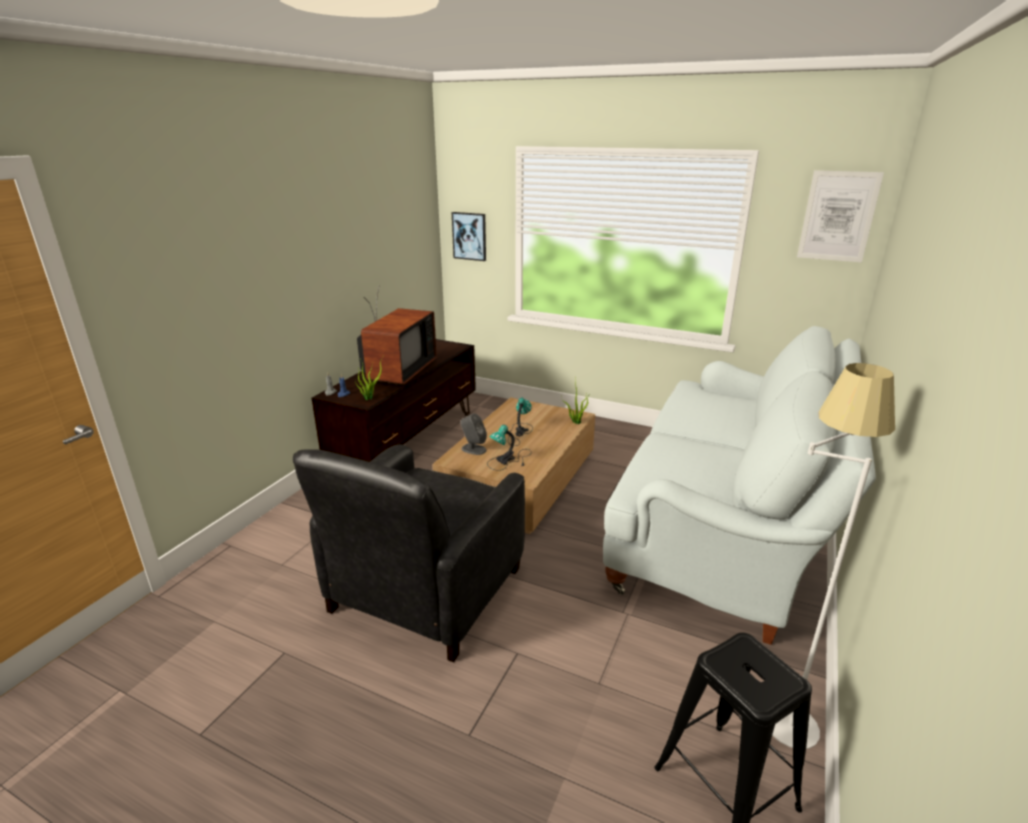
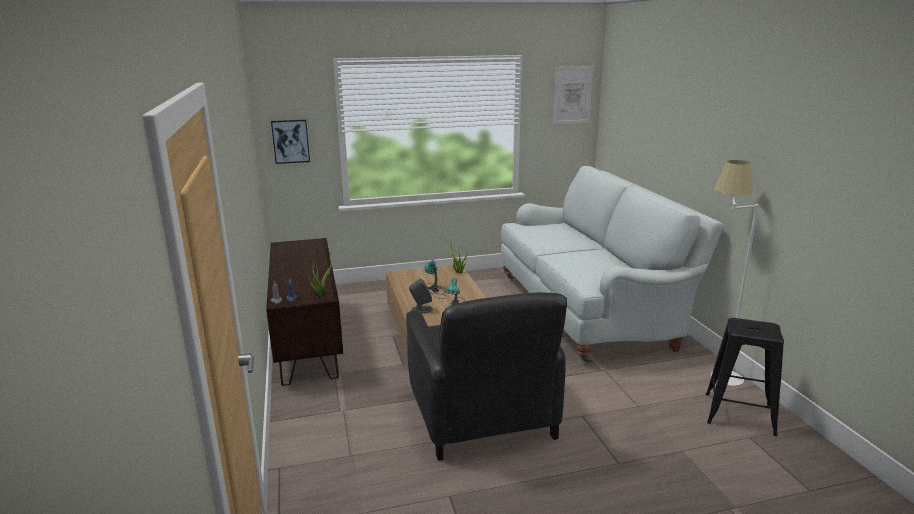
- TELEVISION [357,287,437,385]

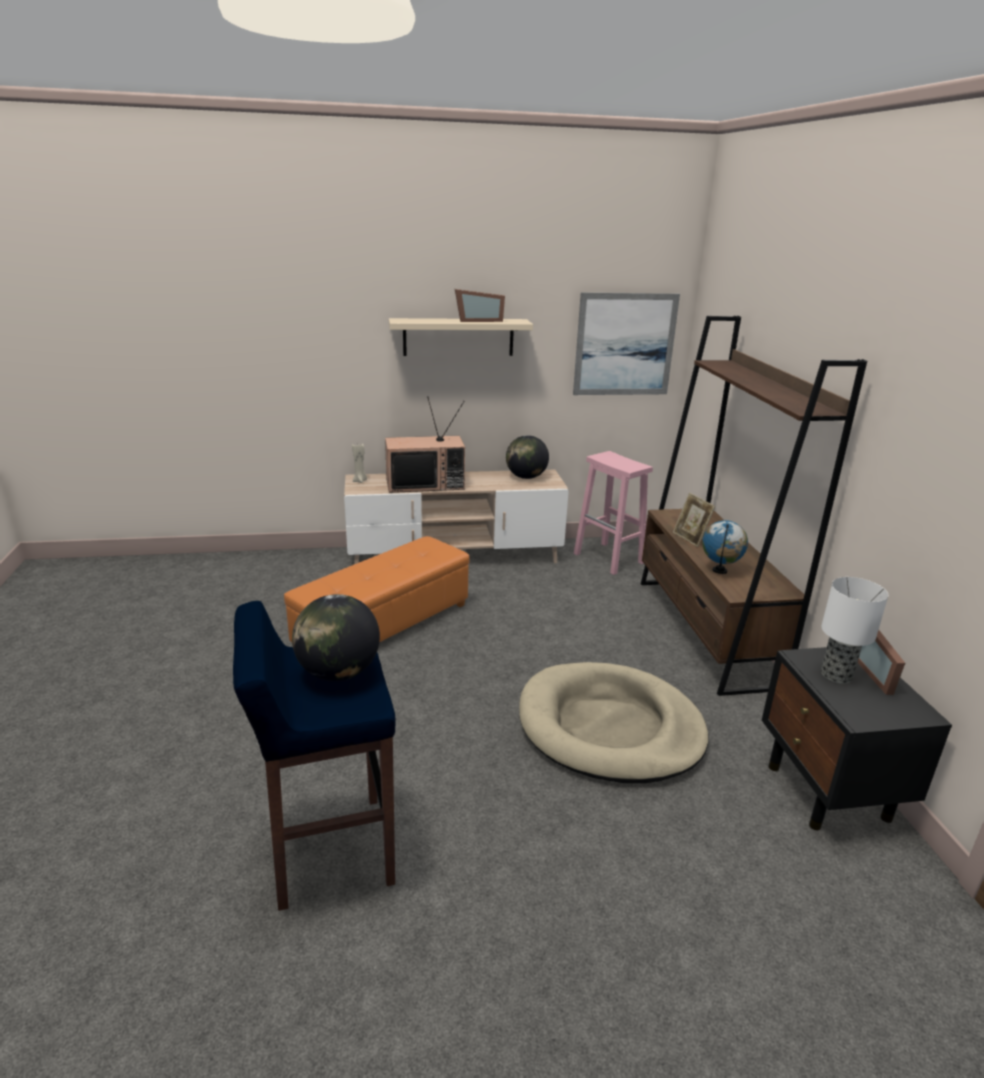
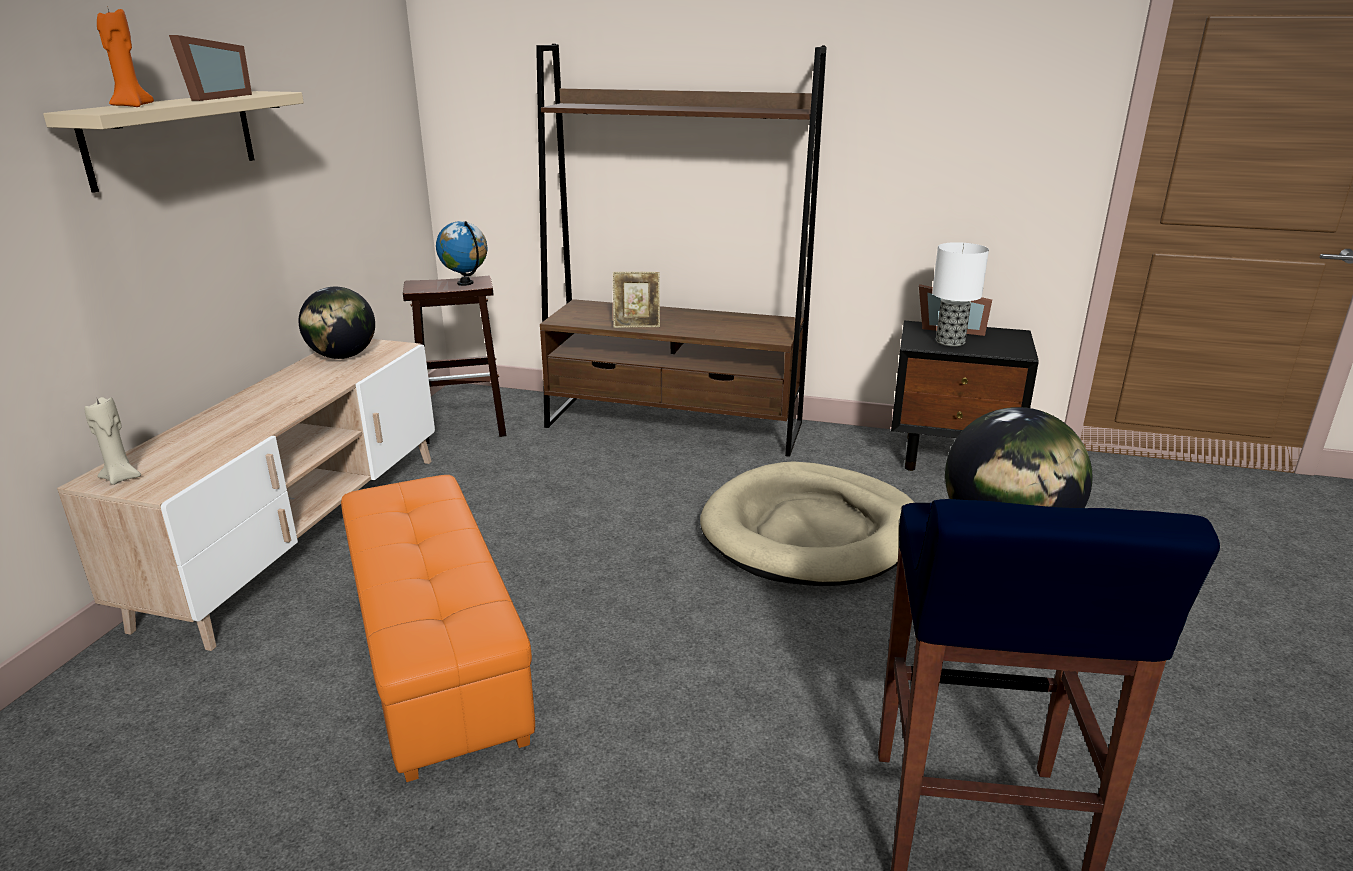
- TELEVISION [385,396,465,493]
- PICTURE [573,292,680,395]
~ PINK STOOL [574,451,653,575] to BROWN STOOL [403,276,507,444]
~ GLOBE [702,520,748,574] to [436,221,488,286]
+ ORANGE CANDLE [97,6,154,107]

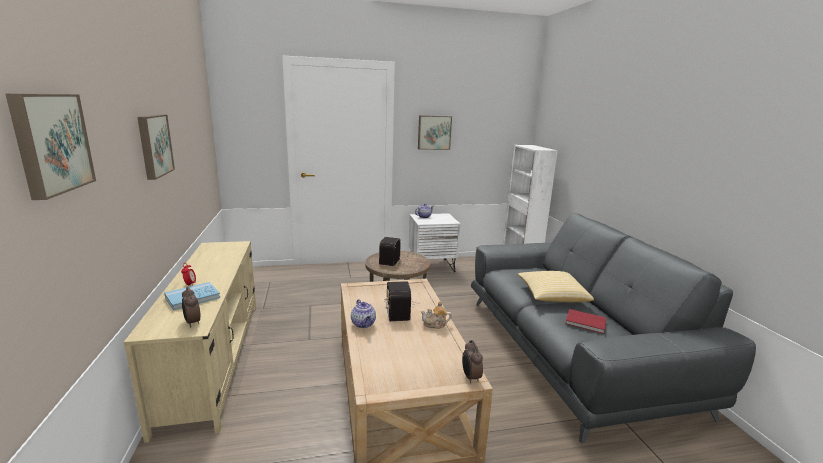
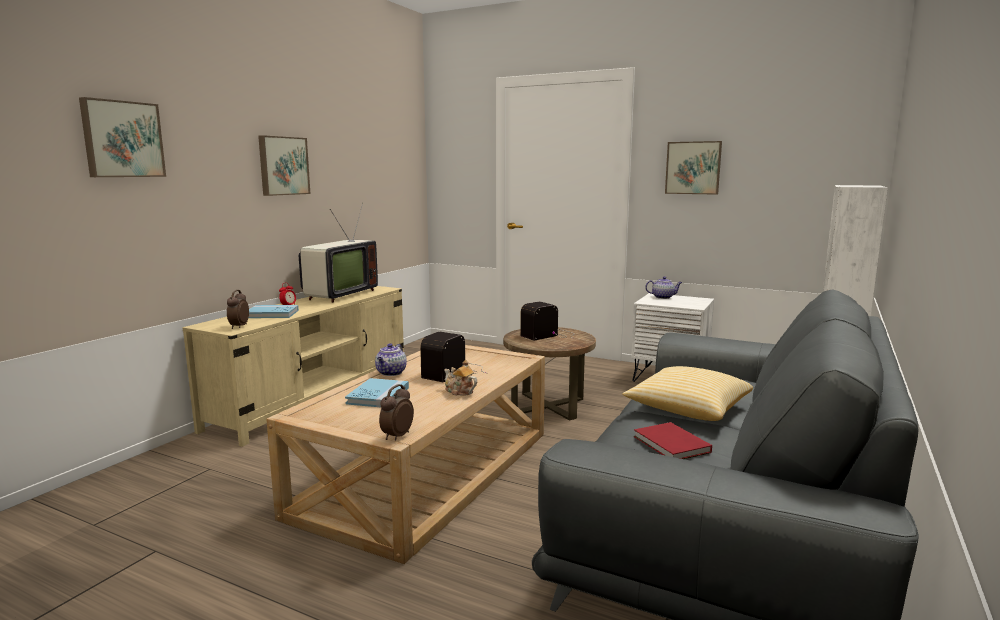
+ TELEVISION [299,203,378,303]
+ BLUE BOOK [345,378,409,407]

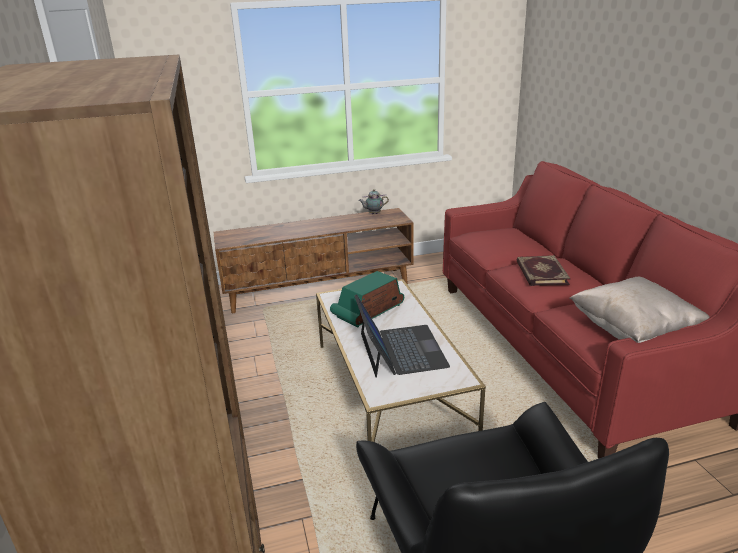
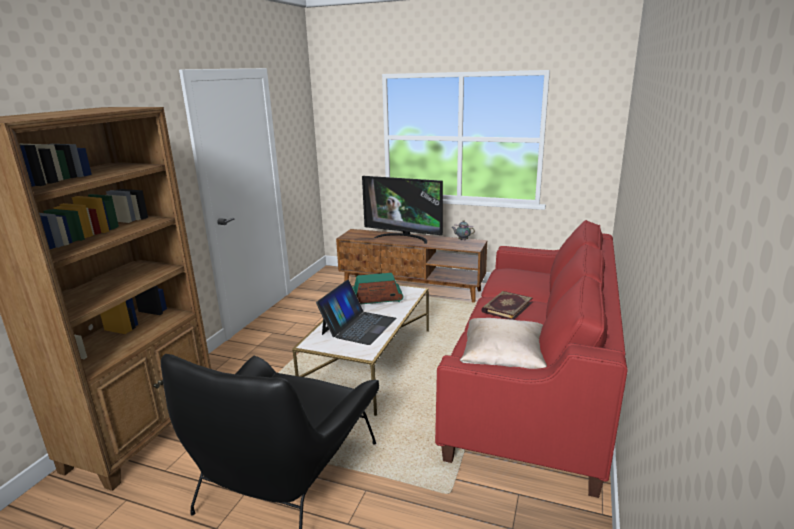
+ TELEVISION [362,176,443,244]

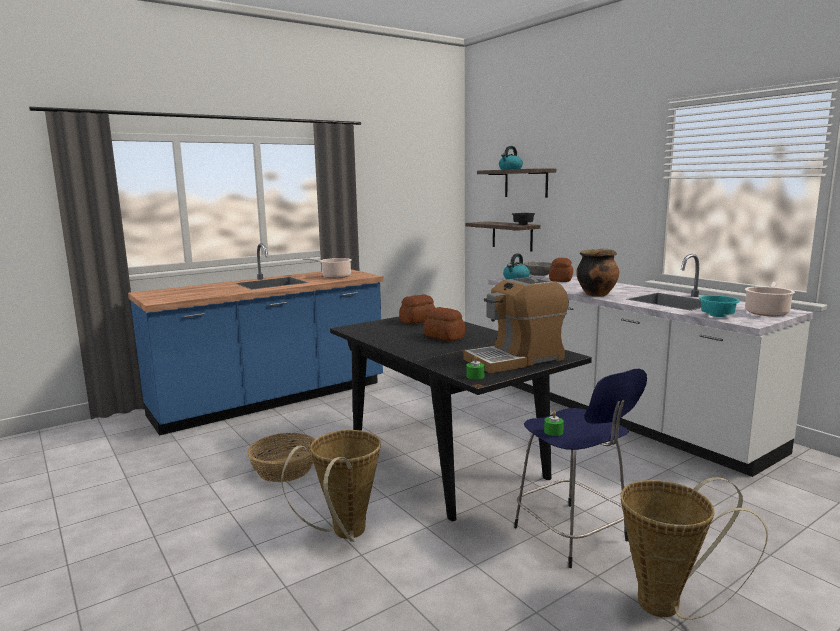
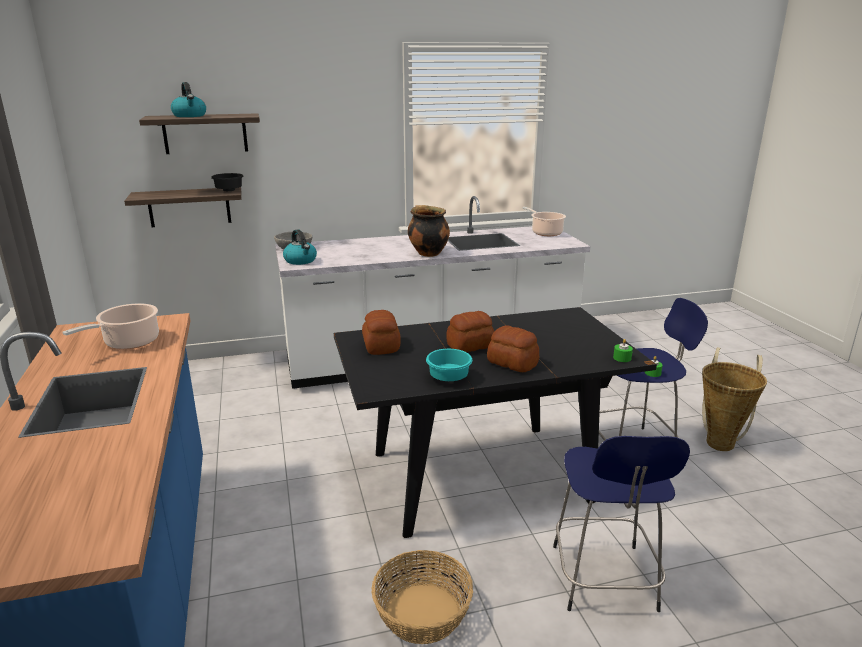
~ BASKET [281,430,381,542] to BLUE STOOL [553,436,690,612]
- COFFEE MACHINE [464,277,569,373]
~ BREAD [549,258,573,282] to [487,325,539,372]
~ TURQUOISE BOWL [699,296,740,317] to [426,349,472,381]

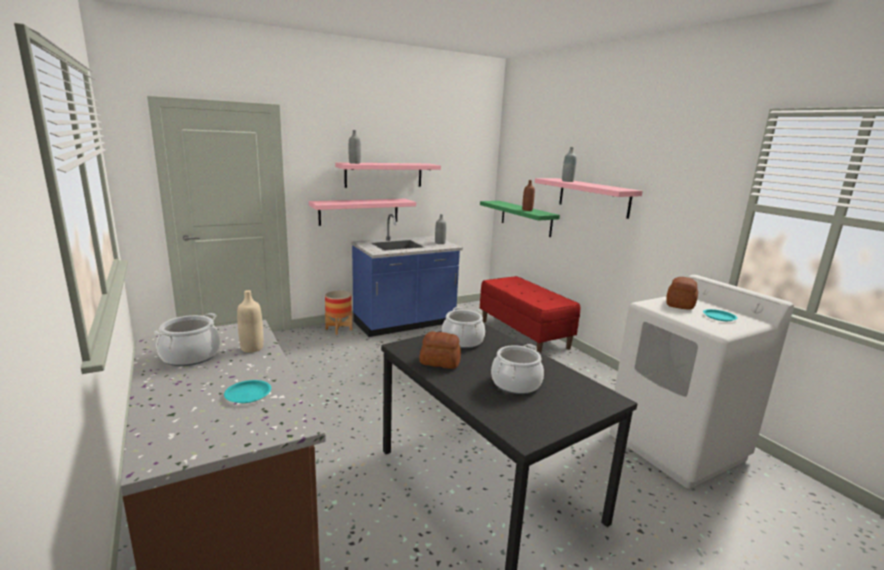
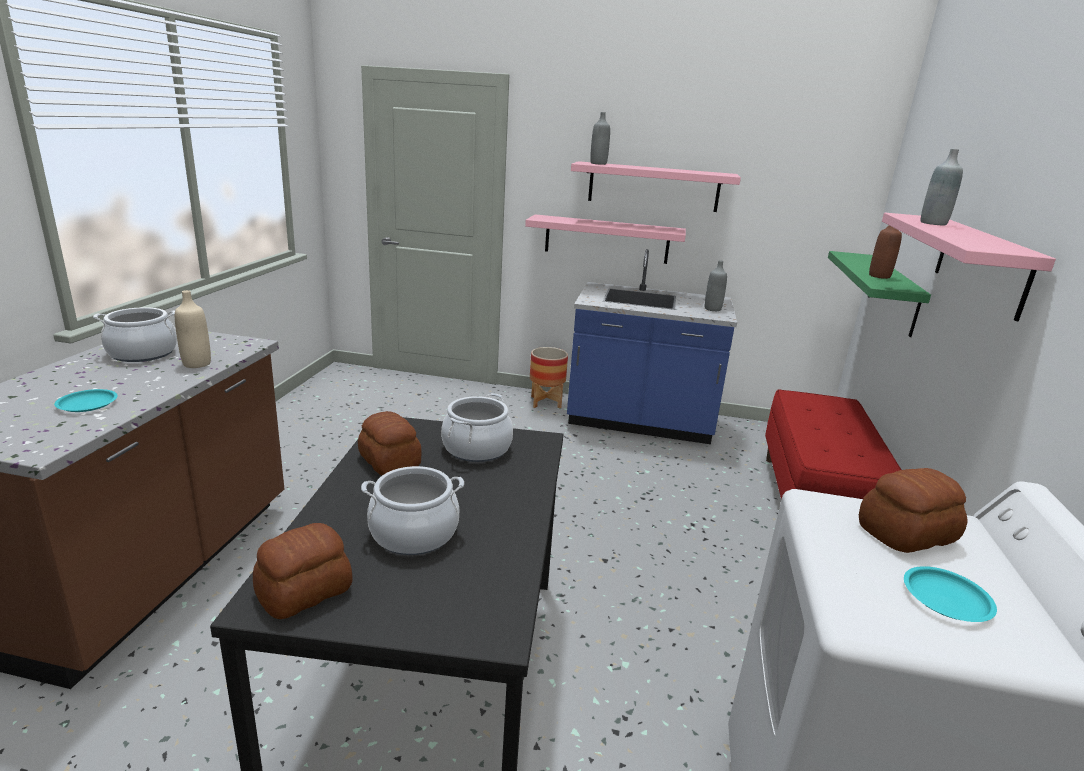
+ BREAD [253,523,353,619]

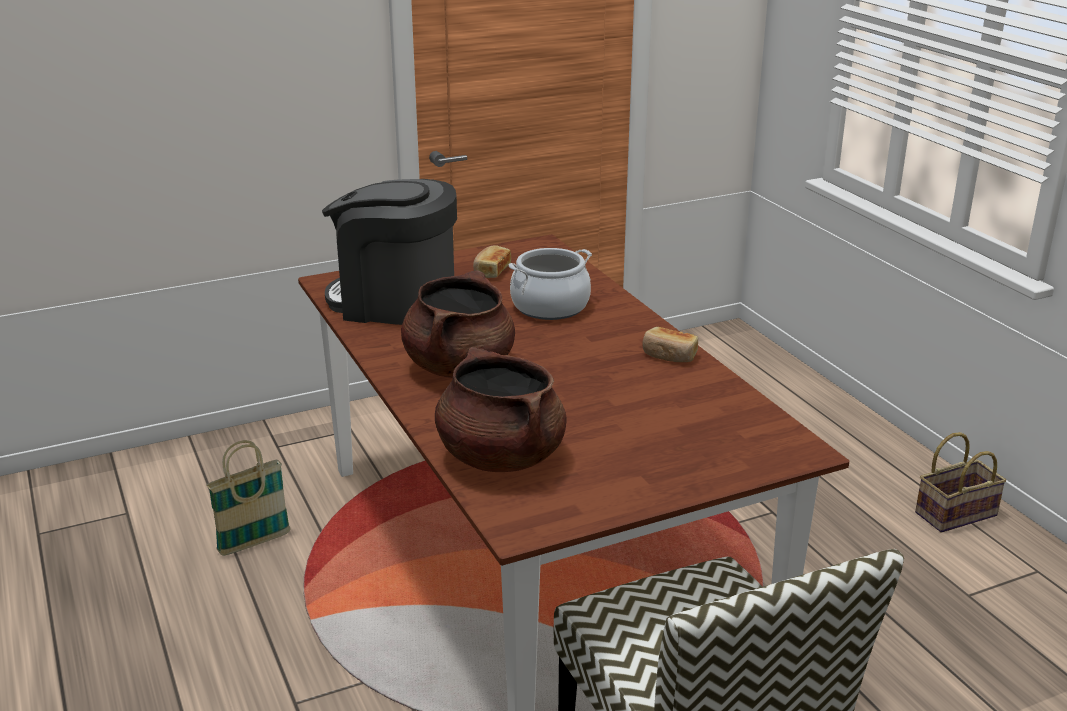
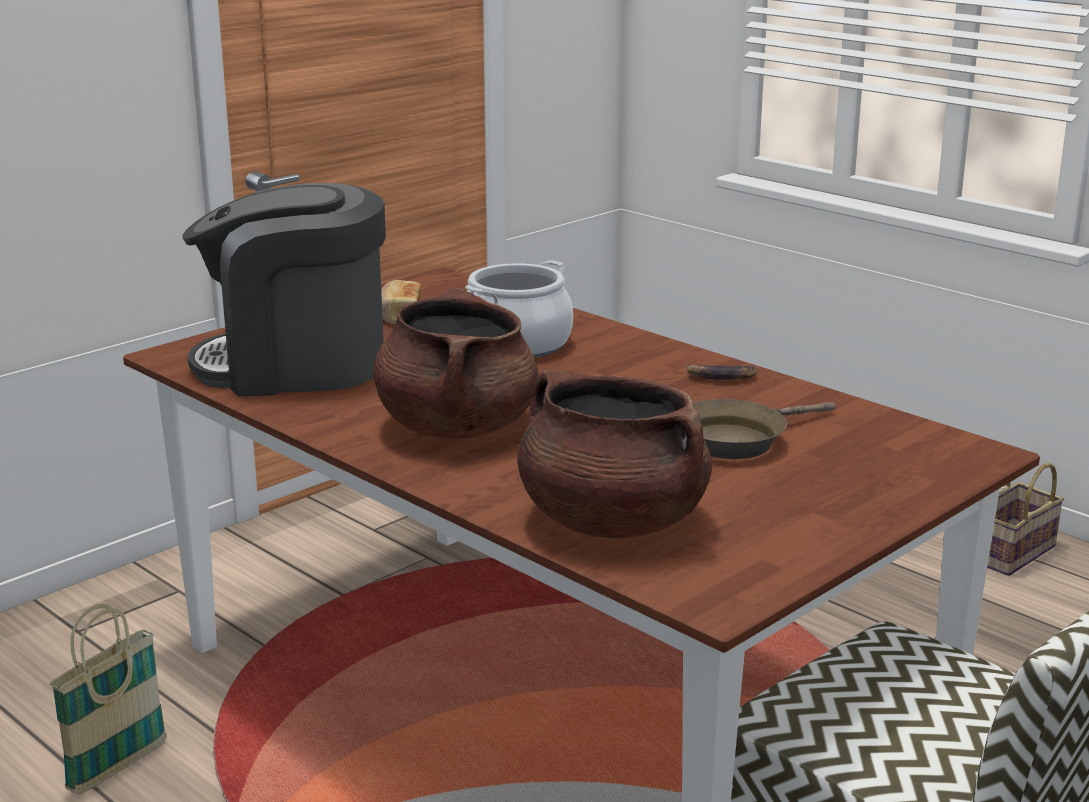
~ BREAD [642,327,698,362] to BANANA [687,364,758,380]
+ BROWN FRYING PAN [694,399,836,459]

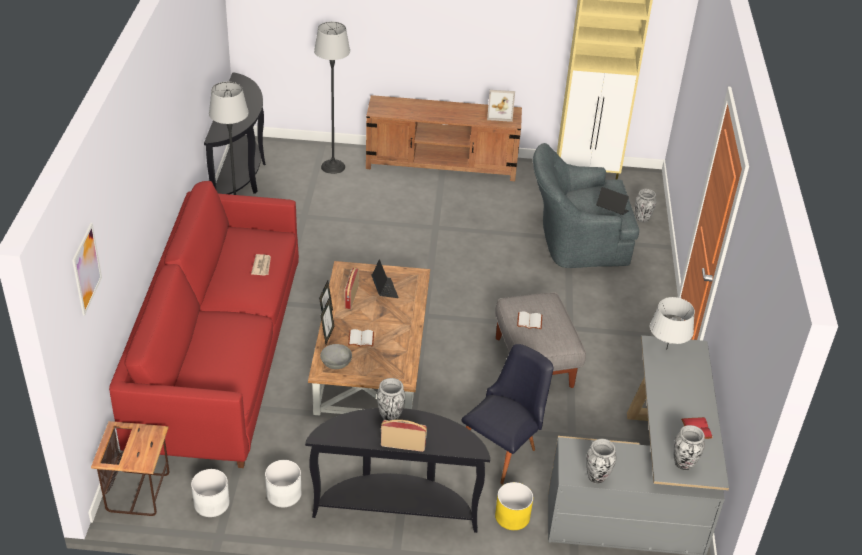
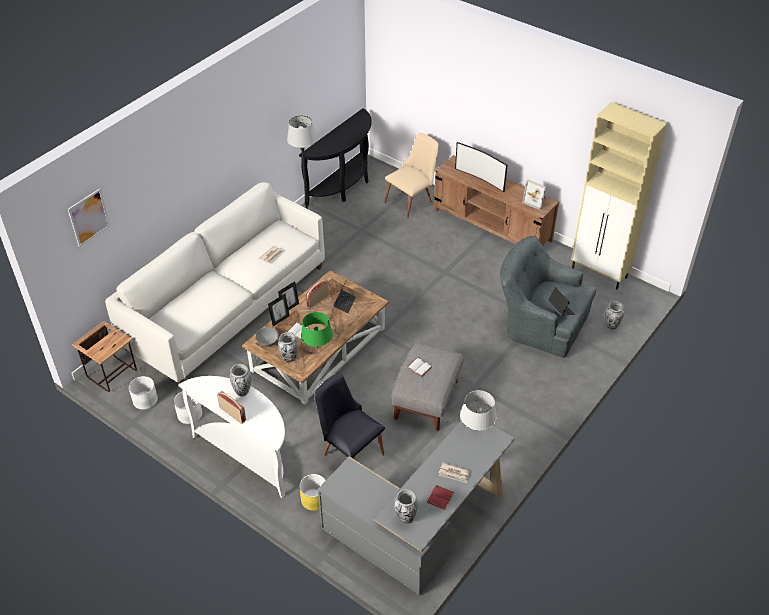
~ RED SOFA [109,181,299,468] to WHITE SOFA [105,182,325,385]
~ BLACK CONSOLE TABLE [305,408,490,533] to WHITE CONSOLE TABLE [178,376,285,498]
~ FLOOR LAMP [314,22,350,174] to BEIGE CHAIR [384,133,439,218]
~ BLACK CHAIR [461,344,554,484] = [314,374,385,460] 120 degrees counterclockwise
~ VASE [586,439,617,484] to [278,332,298,362]
+ GREEN TABLE LAMP [301,312,333,347]
+ NEWSPAPER [439,463,470,483]
+ TELEVISION [455,142,508,192]

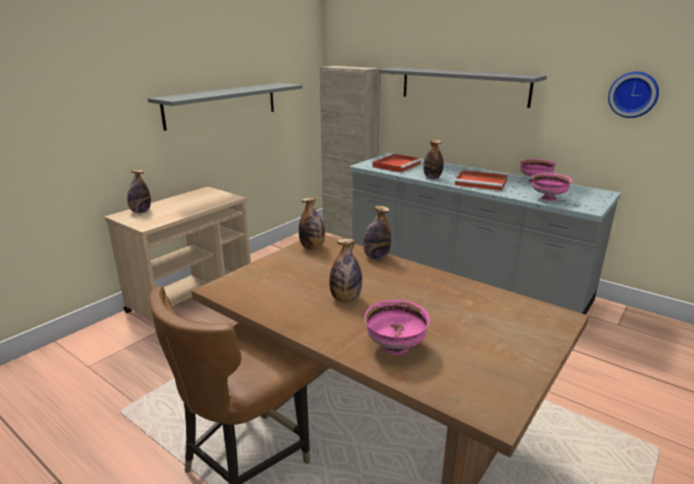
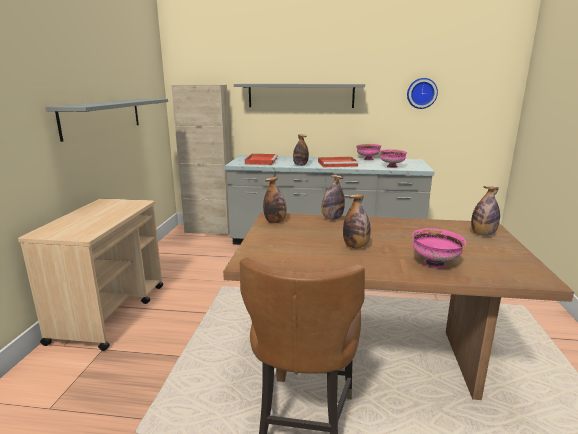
~ BOTTLE [127,170,151,213] to [471,186,500,236]

